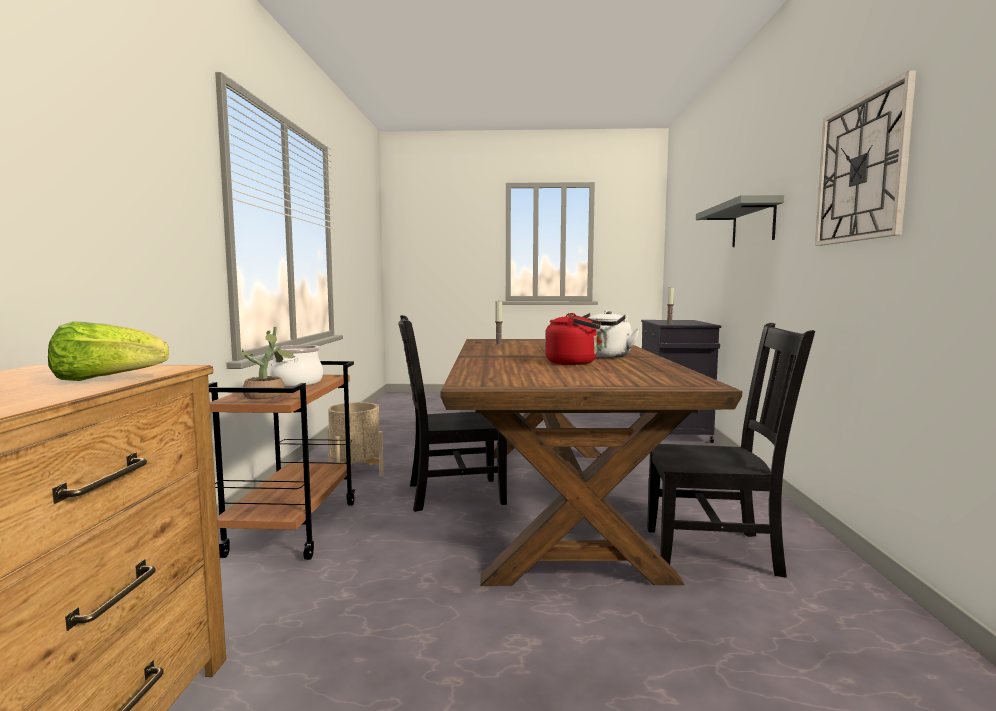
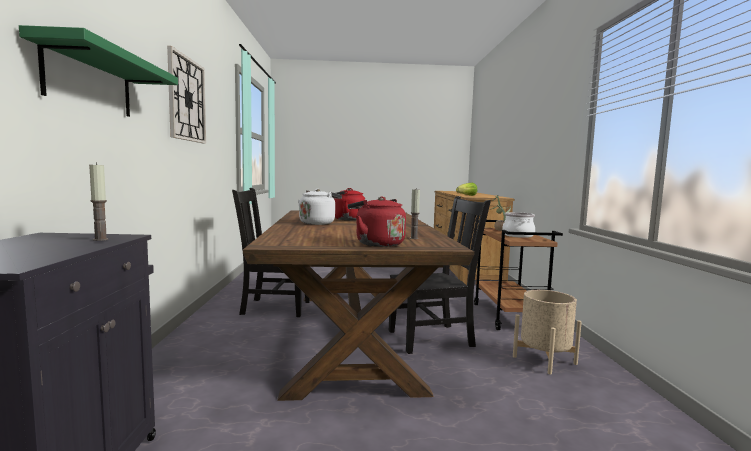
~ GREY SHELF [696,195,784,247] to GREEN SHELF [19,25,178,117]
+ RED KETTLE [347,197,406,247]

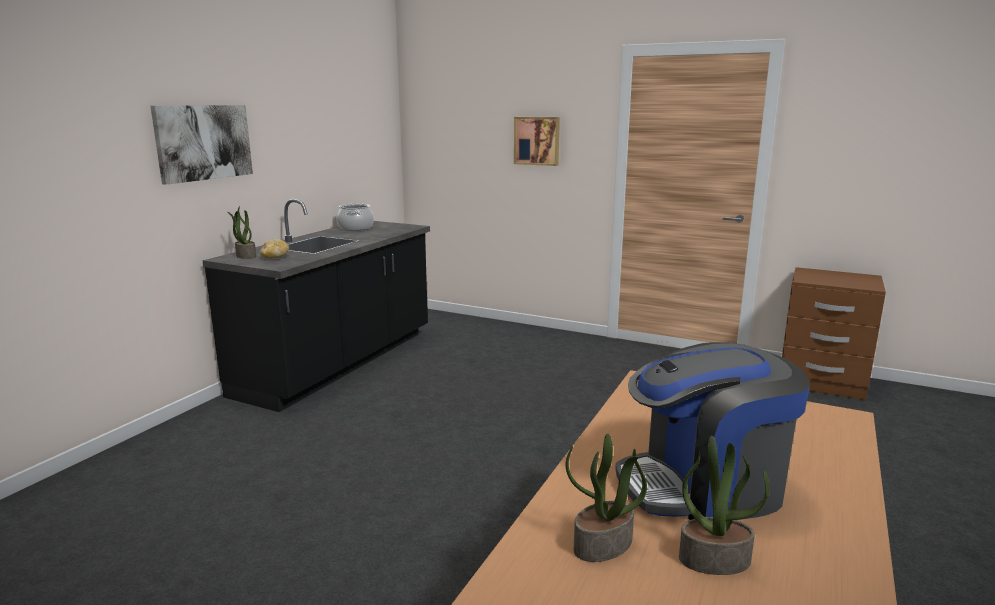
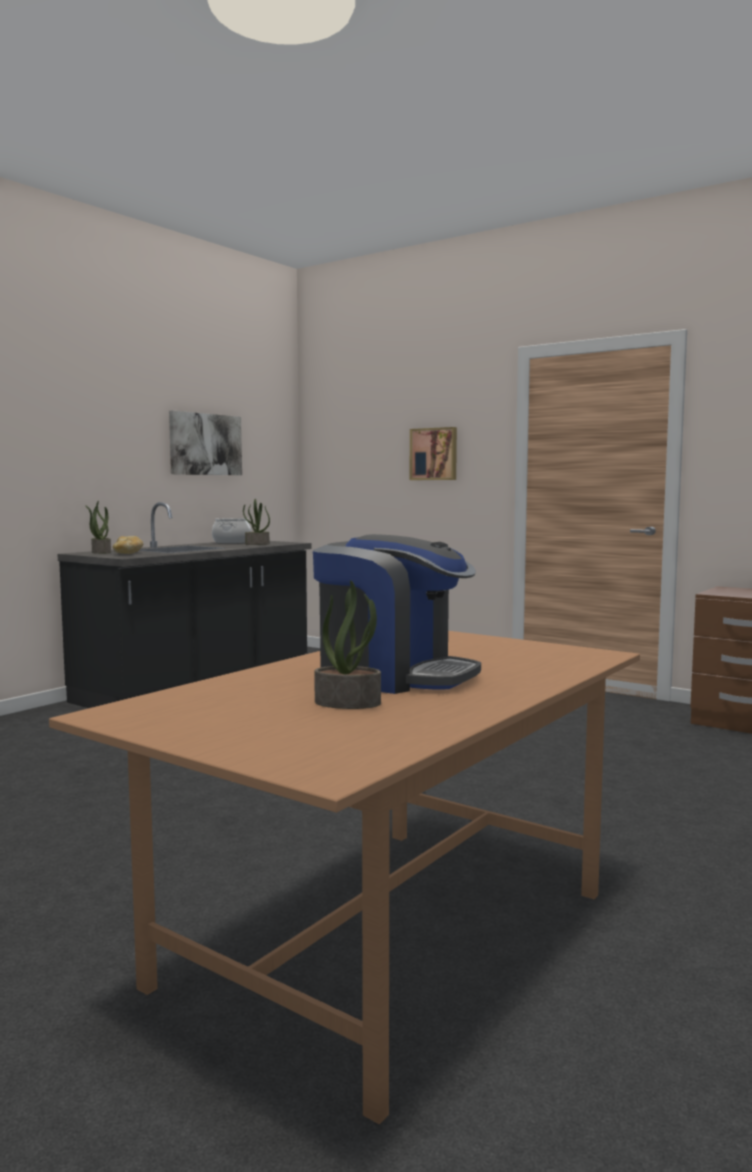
~ PICTURE [151,105,253,185] to [169,411,242,475]
~ POTTED PLANT [566,434,647,562] to [243,499,270,545]
~ COFFEE MACHINE [615,342,810,520] = [313,534,481,694] 150 degrees counterclockwise

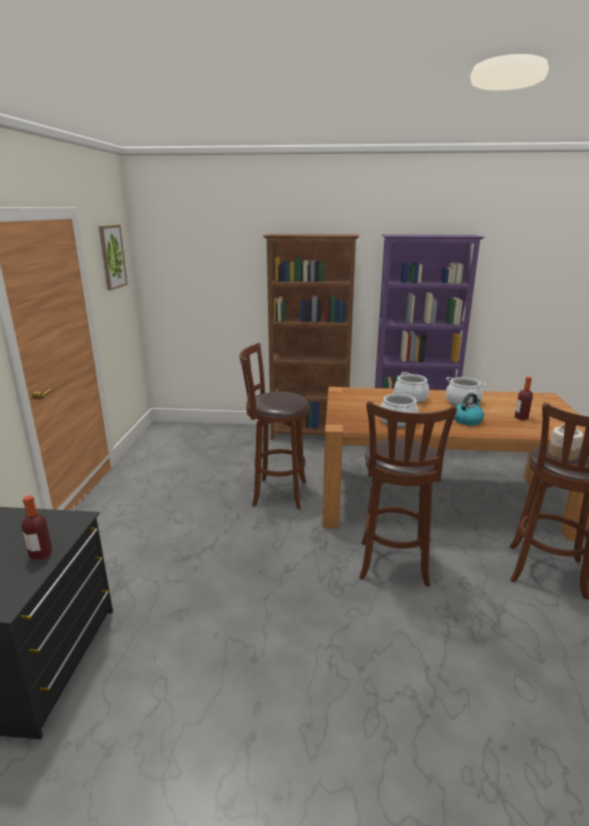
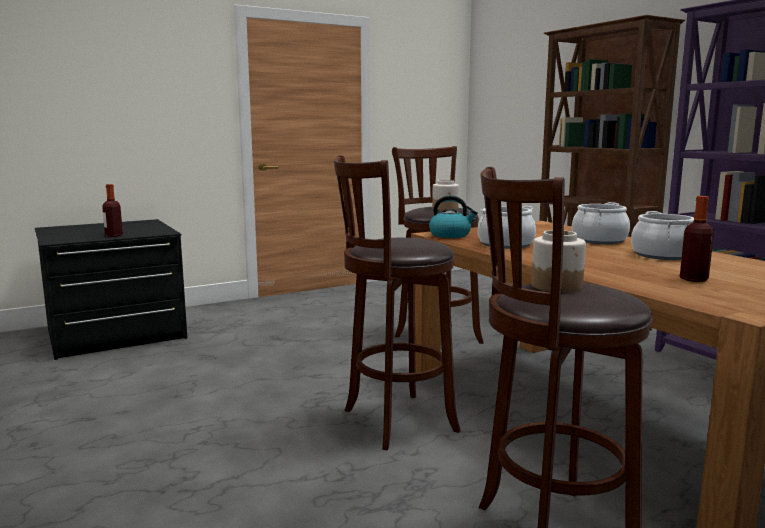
- PICTURE [99,225,128,291]
~ KETTLE [454,393,484,425] to [429,195,478,238]
+ JAR [432,180,459,211]

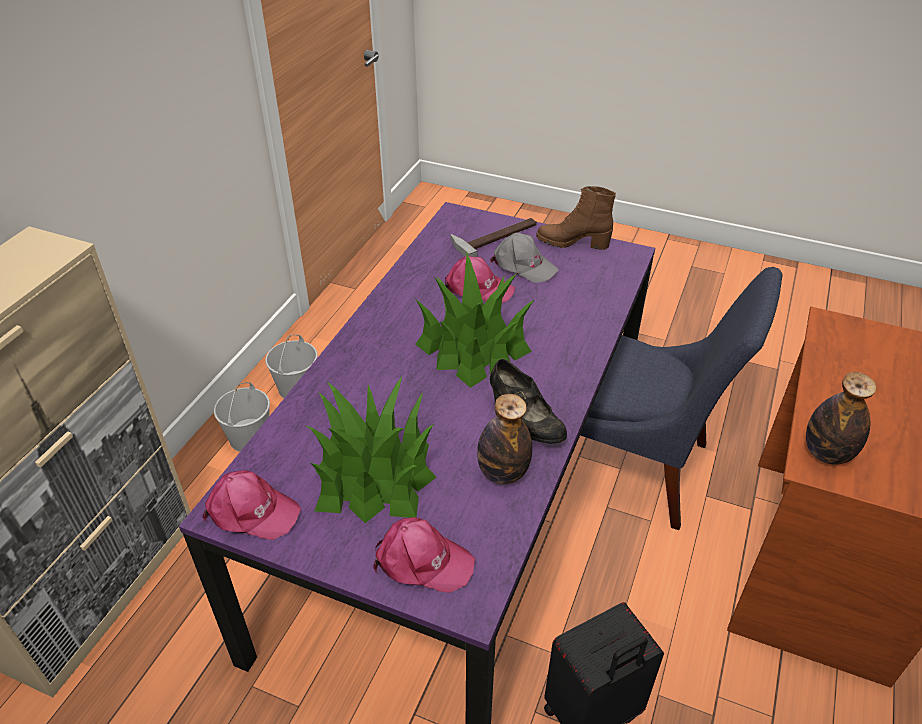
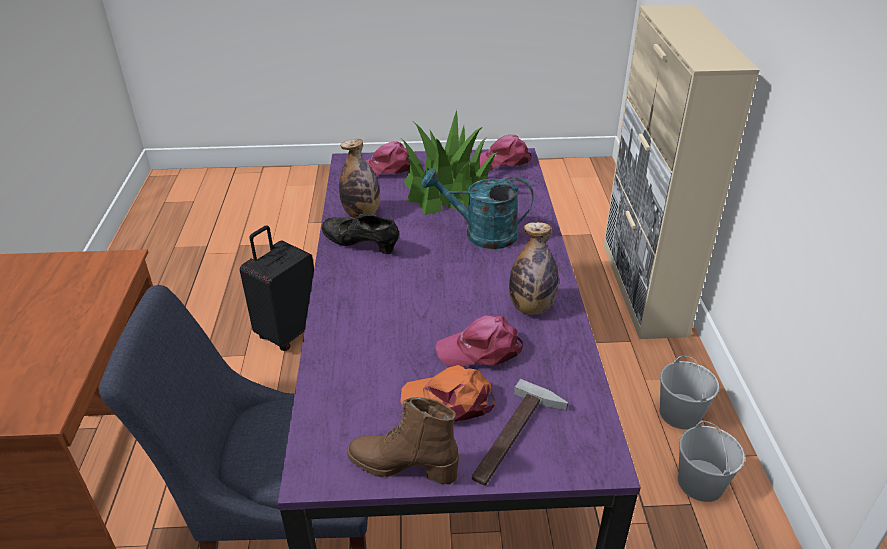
- POTTED PLANT [415,252,535,388]
~ GREY CAP [490,233,559,283] to ORANGE CAP [400,365,495,422]
~ BROWN BOOT [536,186,616,250] = [347,397,459,485] 150 degrees counterclockwise
~ BOTTLE [806,372,877,465] to [509,222,558,315]
+ TURQUOISE WATERING CAN [421,168,534,249]

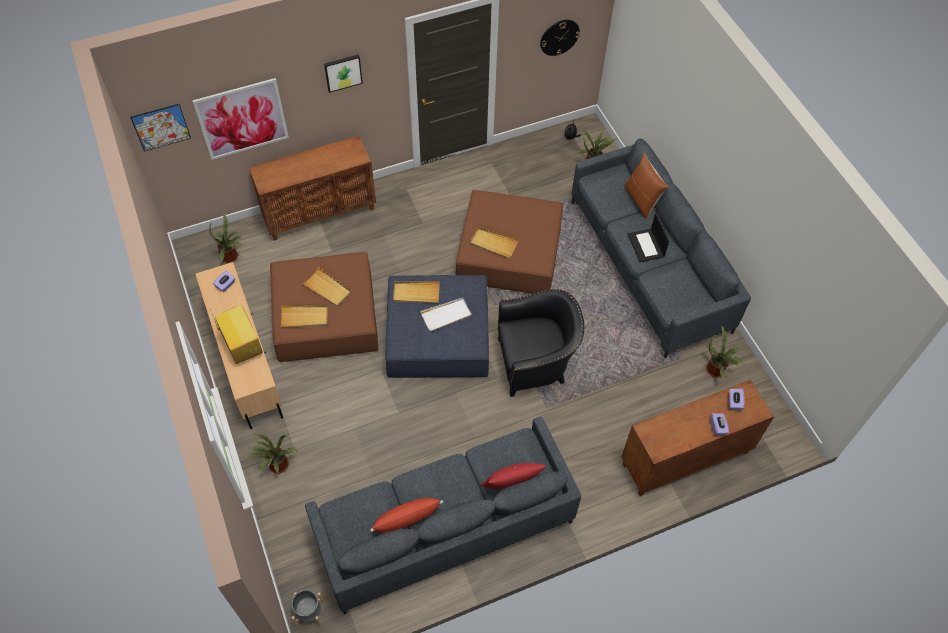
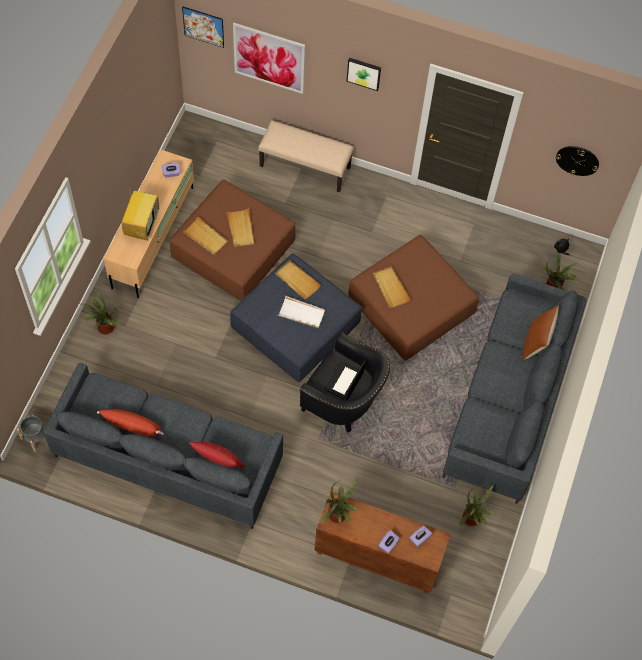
~ POTTED PLANT [210,213,242,263] to [321,479,360,524]
~ BROWN CABINET [249,136,376,241] to BEIGE BENCH [258,120,354,192]
~ LAPTOP [628,213,669,262] to [324,361,365,400]

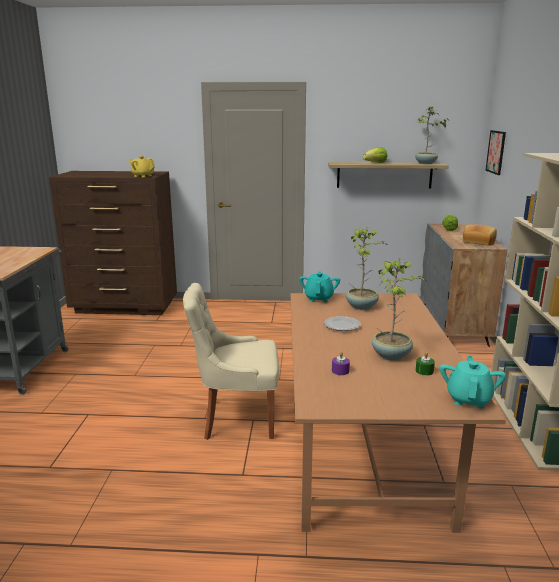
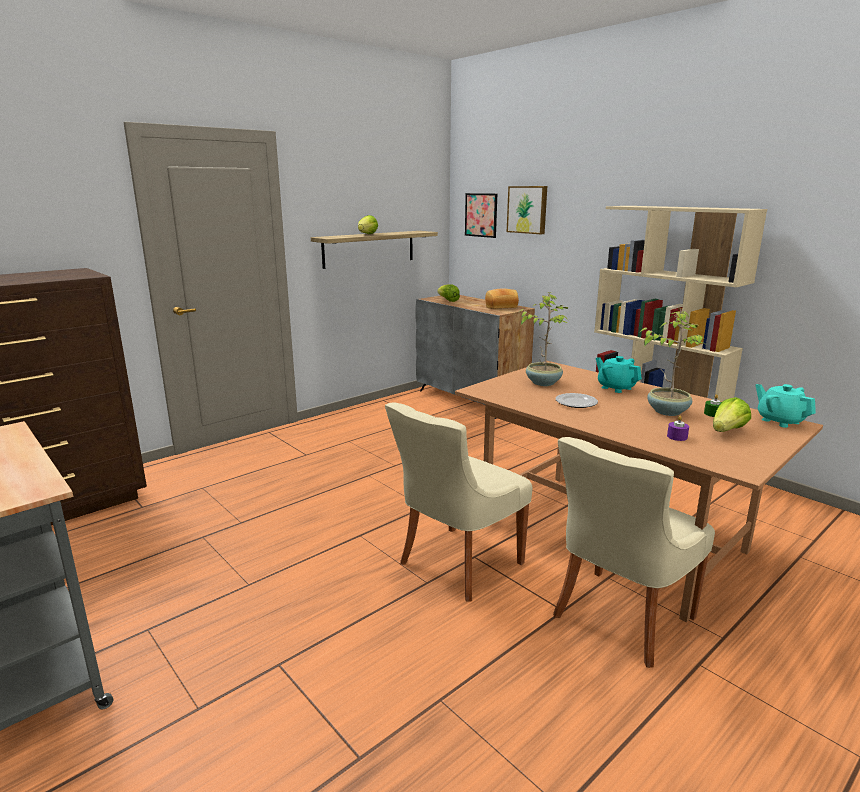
- YELLOW TEAPOT [129,156,155,177]
~ TURQUOISE TEAPOT [299,272,340,302] to [596,356,642,393]
- POTTED PLANT [415,106,449,164]
+ PICTURE [507,186,547,234]
+ BEIGE CHAIR [553,437,715,668]
+ LETTUCE [713,397,751,432]

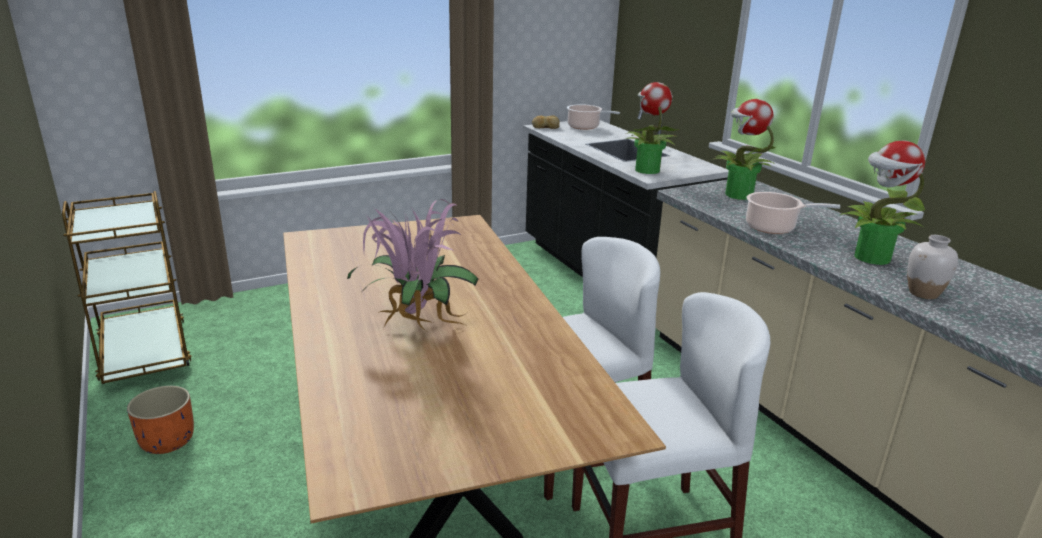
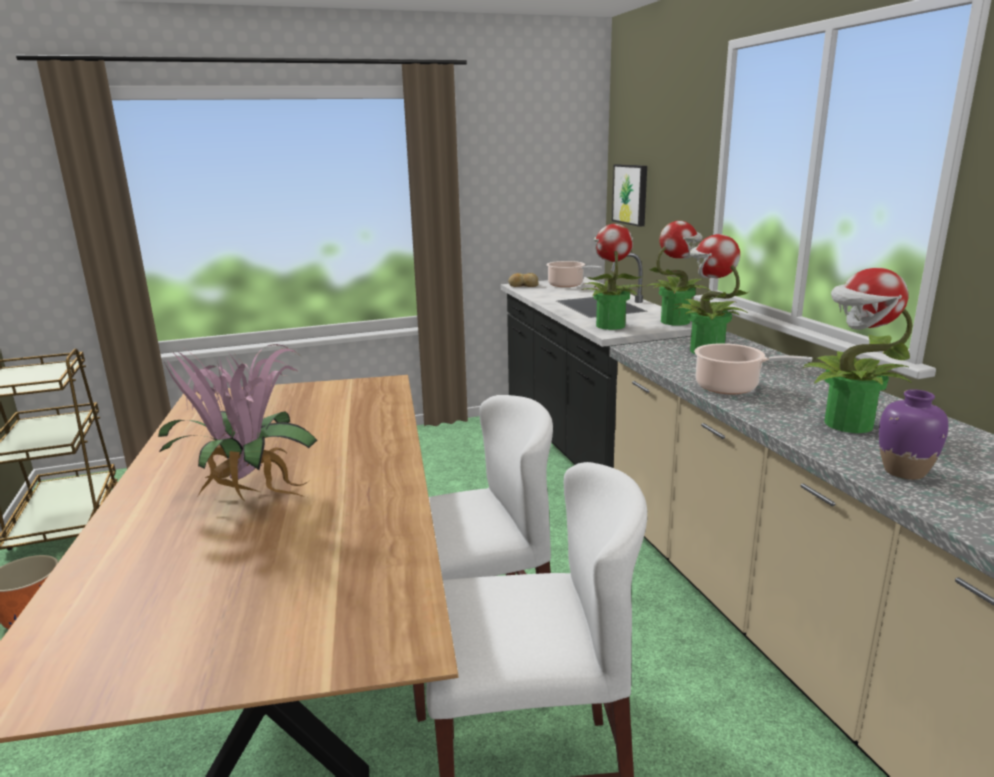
~ WHITE VASE [907,235,958,299] to PURPLE VASE [879,389,948,480]
+ PICTURE [612,164,647,227]
+ POTTED PLANT [645,221,711,326]

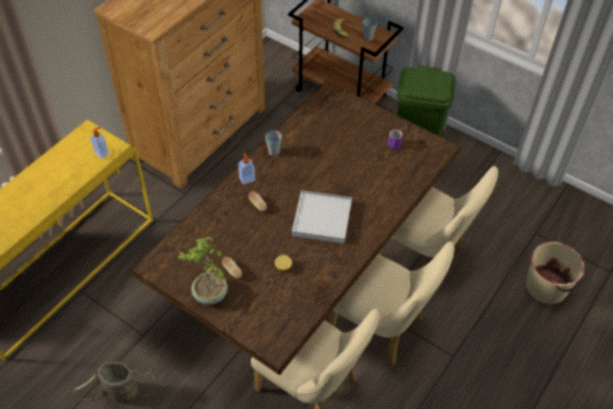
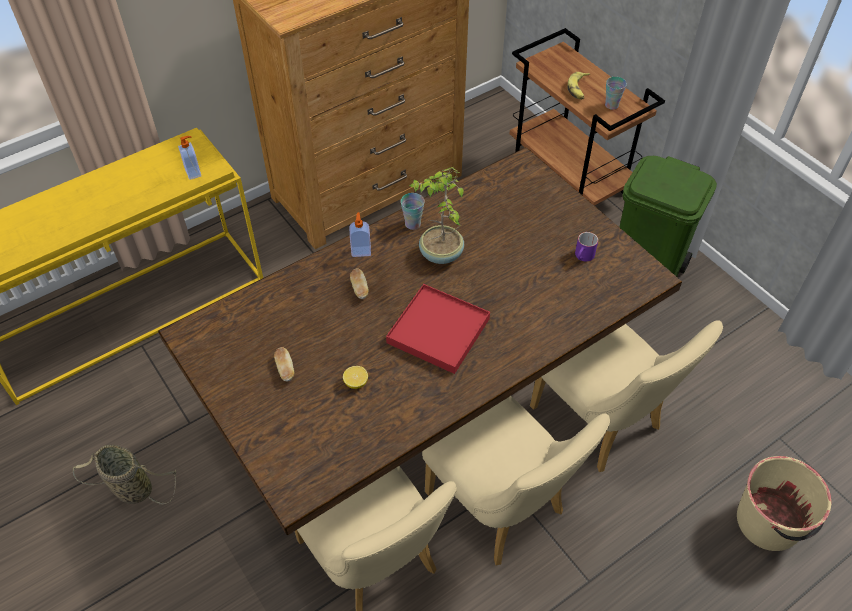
~ POTTED PLANT [177,236,228,305] to [409,167,464,264]
~ WHITE TRAY [292,190,352,244] to RED TRAY [386,284,490,374]

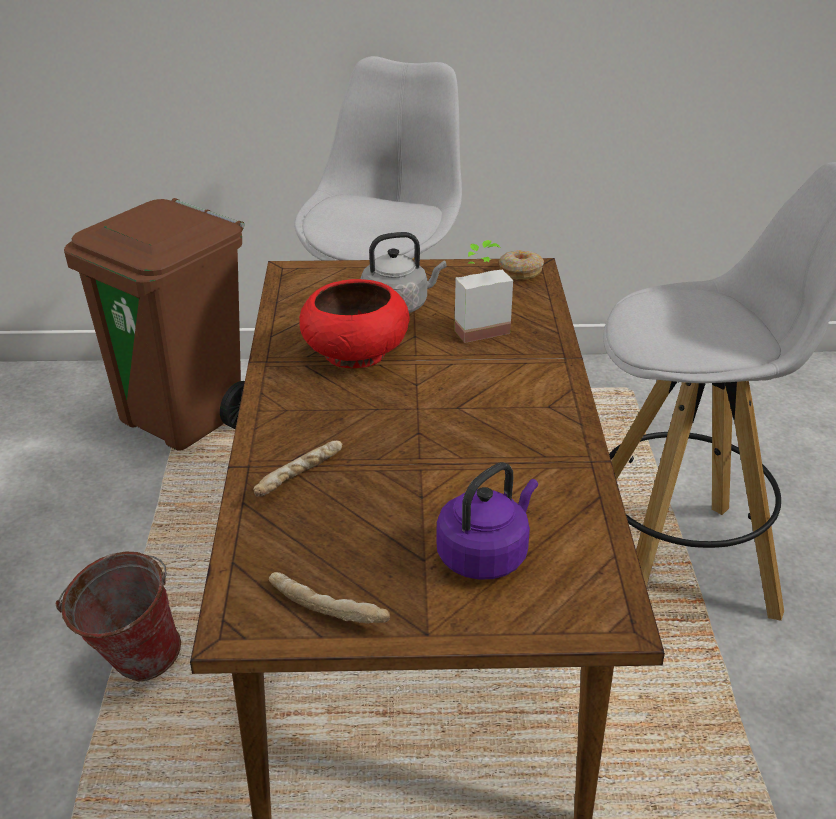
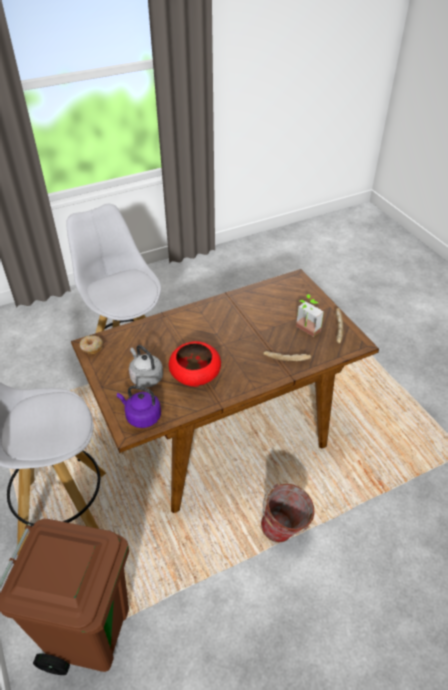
~ PURPLE KETTLE [436,462,538,580] to [117,386,161,428]
~ POTTED PLANT [454,240,513,343] to [296,294,324,337]

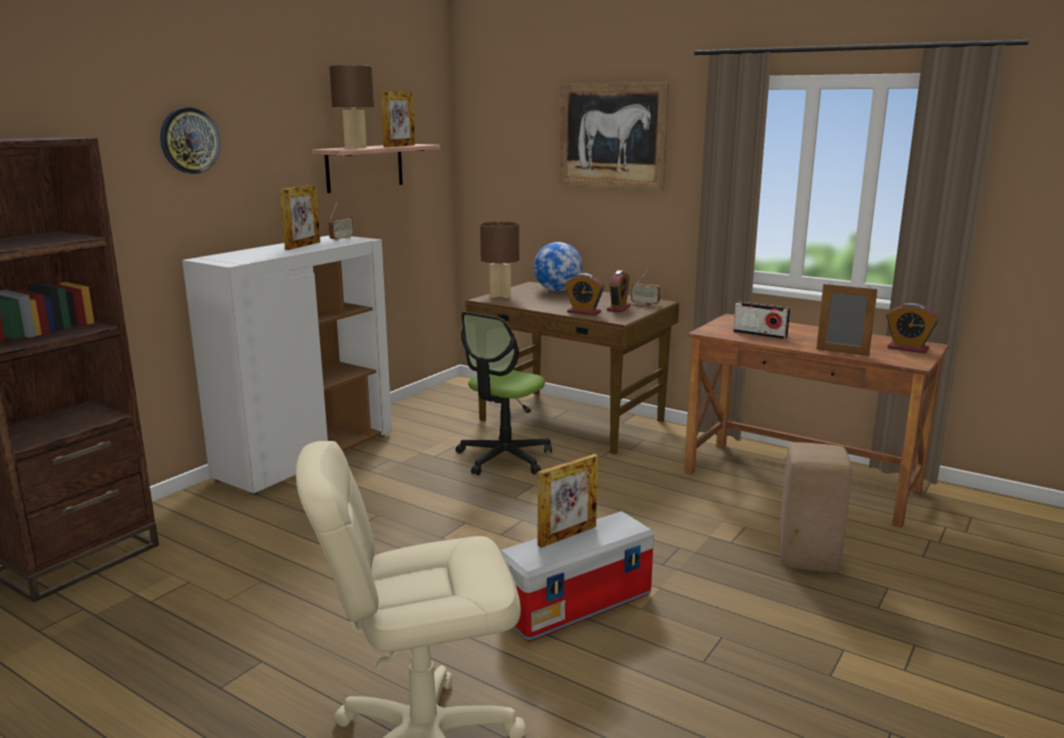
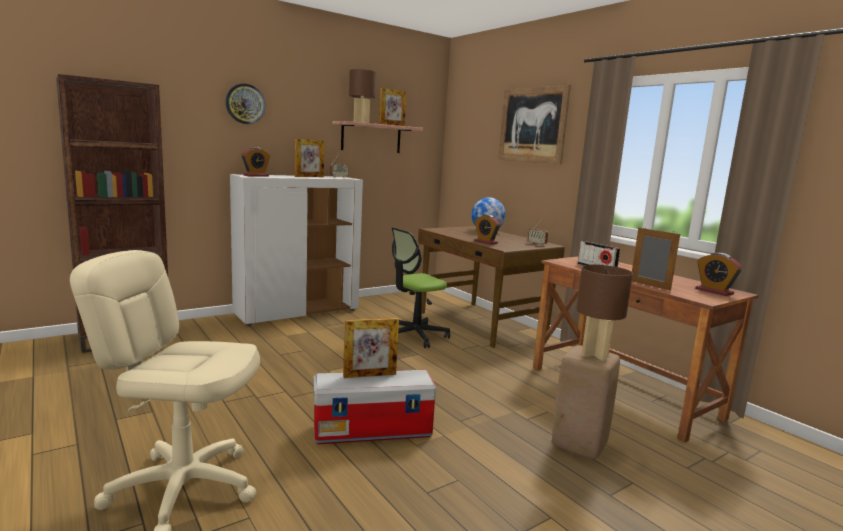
~ BROWN TABLE LAMP [480,222,519,298] to [576,264,633,361]
~ ALARM CLOCK [607,270,631,312] to [241,147,270,176]

